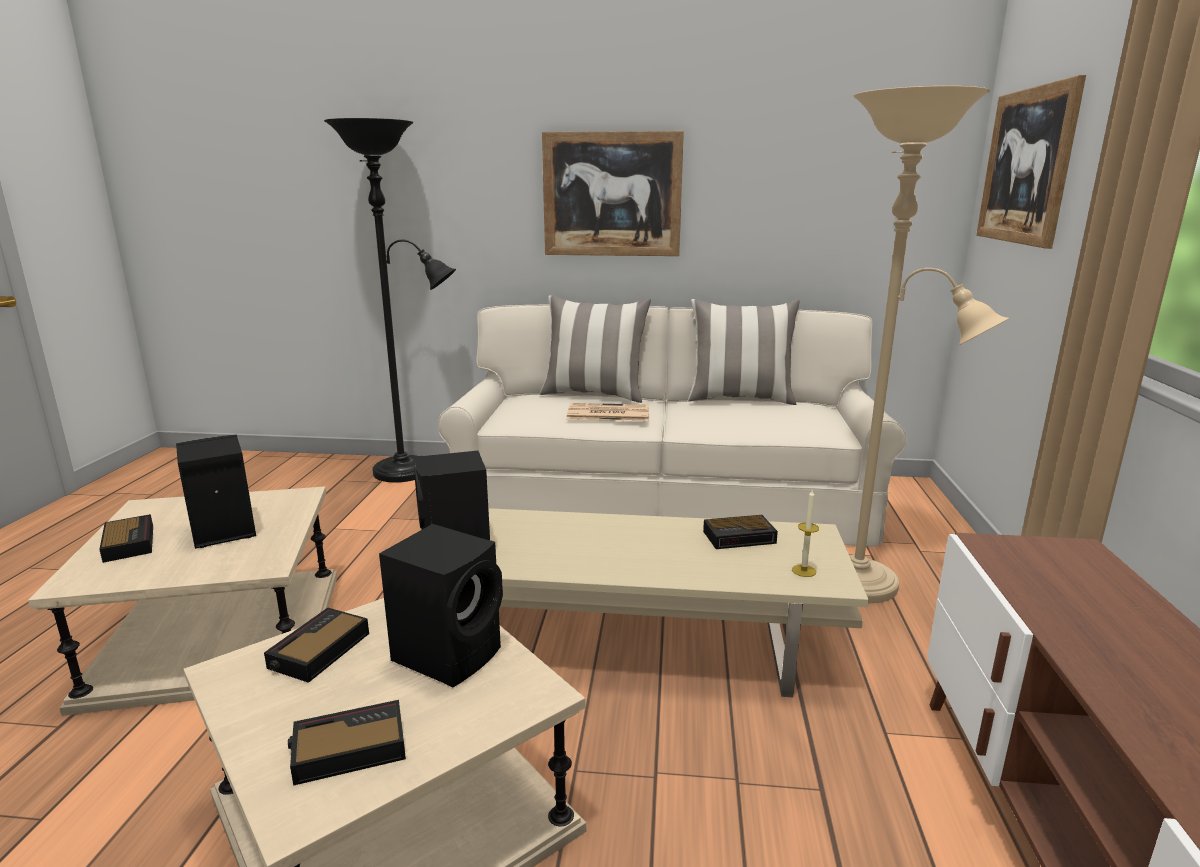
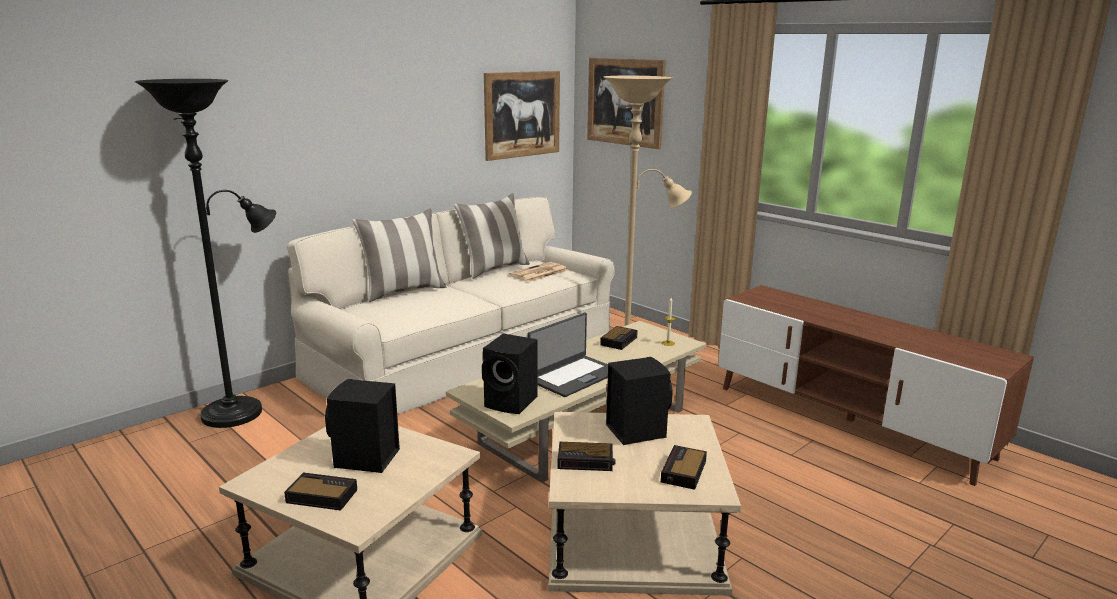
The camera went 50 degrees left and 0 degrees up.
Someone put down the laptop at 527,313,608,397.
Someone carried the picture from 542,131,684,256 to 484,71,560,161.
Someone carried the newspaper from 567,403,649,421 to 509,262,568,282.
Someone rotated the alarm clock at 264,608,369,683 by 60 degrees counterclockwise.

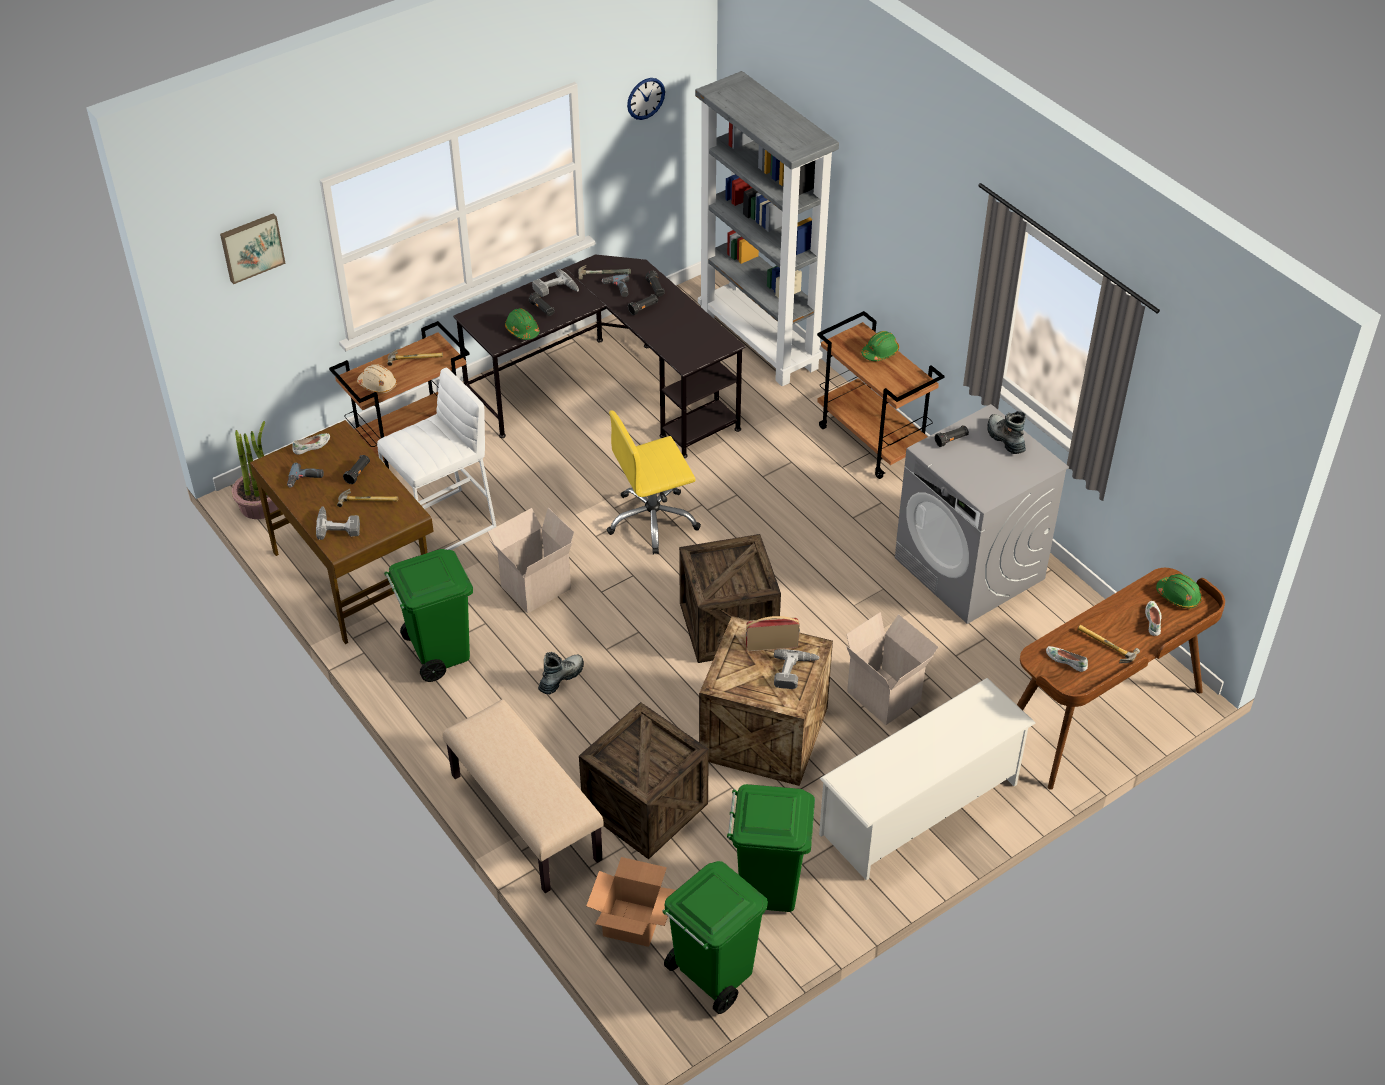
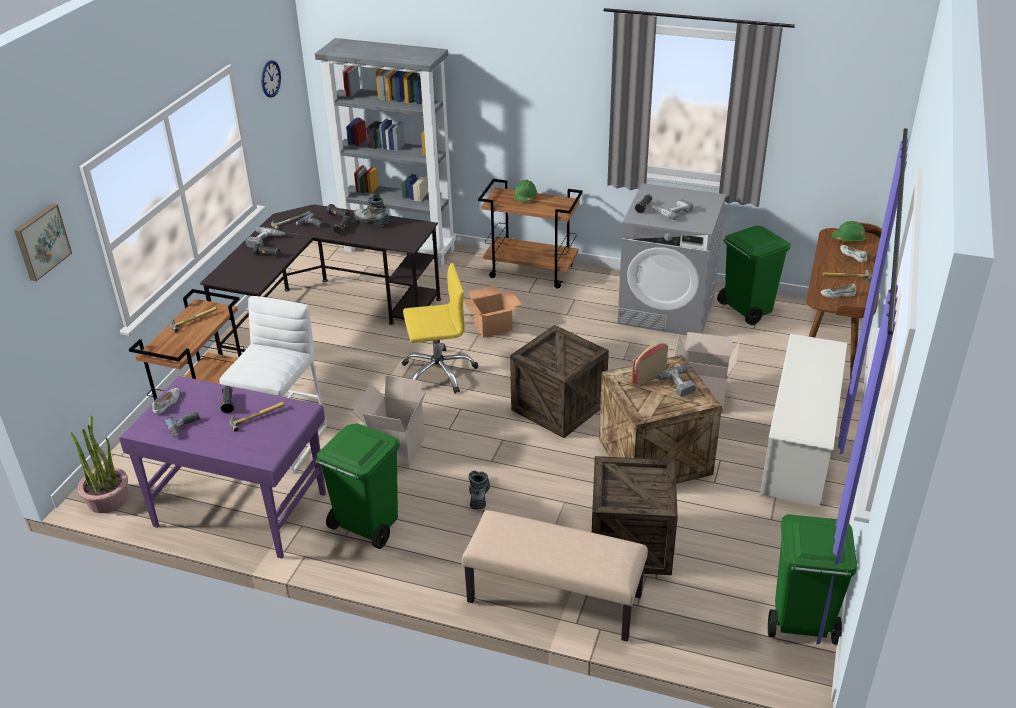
The camera went 35 degrees left and 10 degrees down.
Someone took away the hard hat (beige) at 357,364,397,393.
Someone took away the hard hat (green) at 505,308,540,340.
Someone carried the power drill from 316,507,360,540 to 652,199,693,220.
Someone carried the cardboard box from 586,857,676,947 to 463,285,522,338.
Someone carried the trash can (green) from 727,784,815,912 to 717,226,791,325.
Someone carried the boot from 987,411,1026,454 to 354,194,390,225.
Someone repainted the desk (brown) at 250,420,434,644, which became the desk (purple) at 119,376,326,559.
Someone rotated the office chair (yellow) at 607,410,701,554 by 135 degrees counterclockwise.

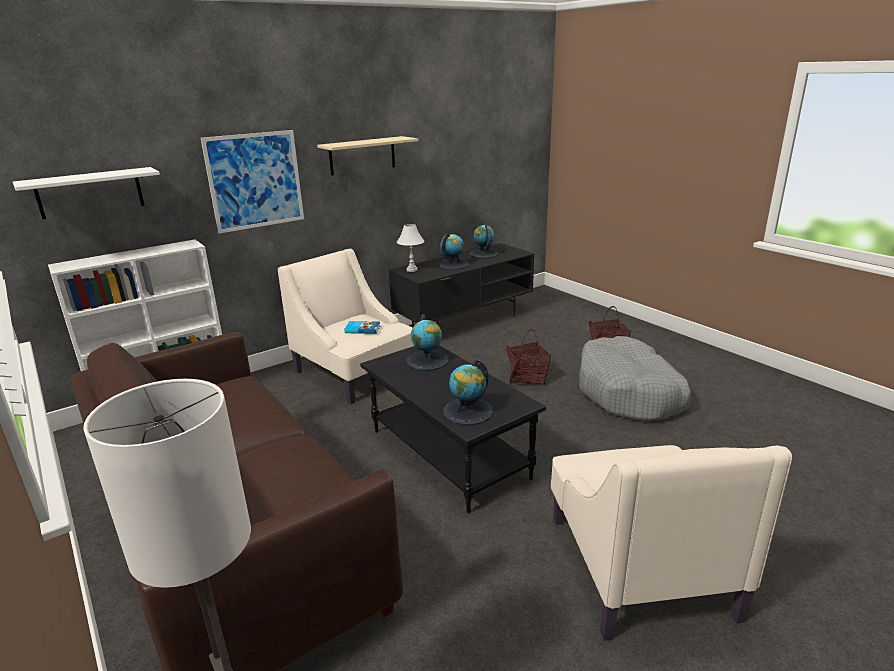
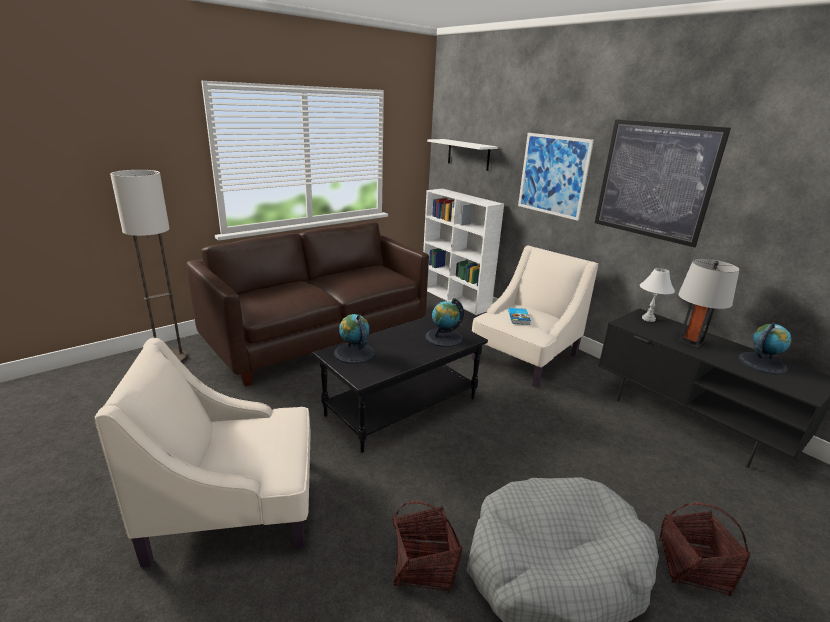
The camera went 85 degrees right and 0 degrees up.
Someone carried the basket from 506,329,551,385 to 392,501,463,593.
Someone swapped the shelf (beige) at 317,136,418,176 for the picture at 595,119,731,248.
Someone swapped the globe at 438,233,468,270 for the table lamp (grey) at 678,259,739,347.

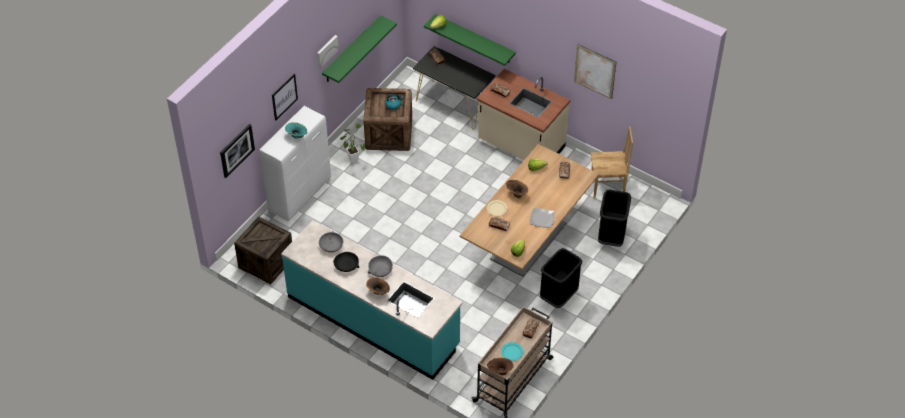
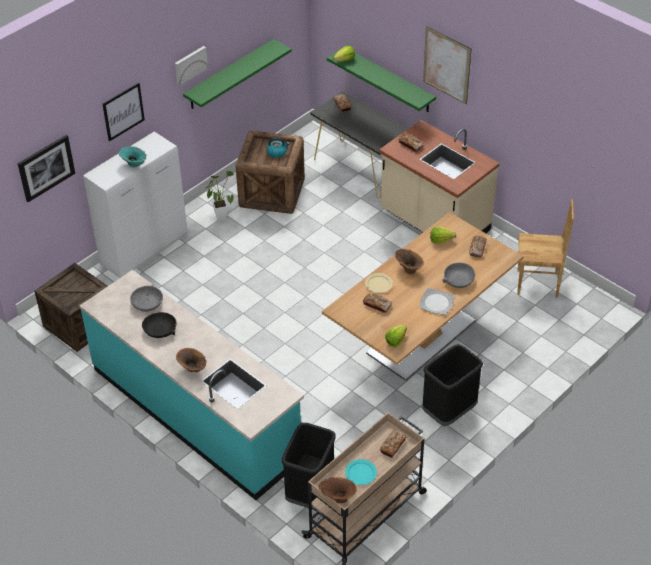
The camera went 10 degrees right and 5 degrees down.
Someone carried the bowl (grey) from 368,255,393,277 to 442,263,475,288.
Someone carried the picture from 574,44,616,99 to 423,26,471,104.
Someone carried the trash can (black) from 598,190,631,247 to 282,423,336,508.

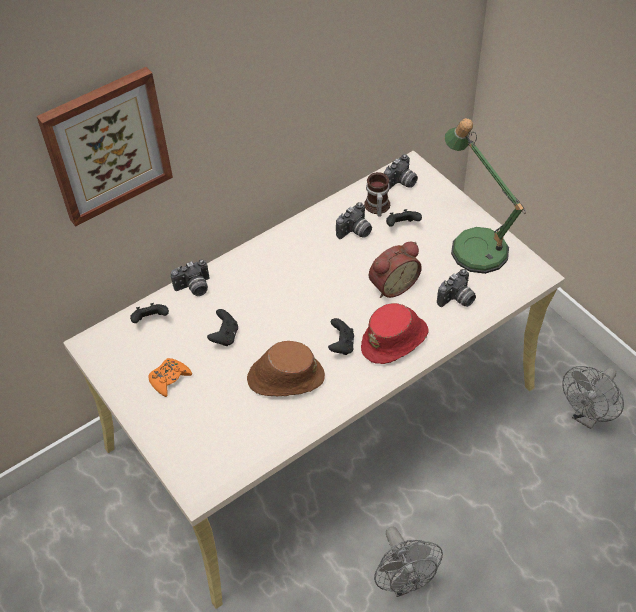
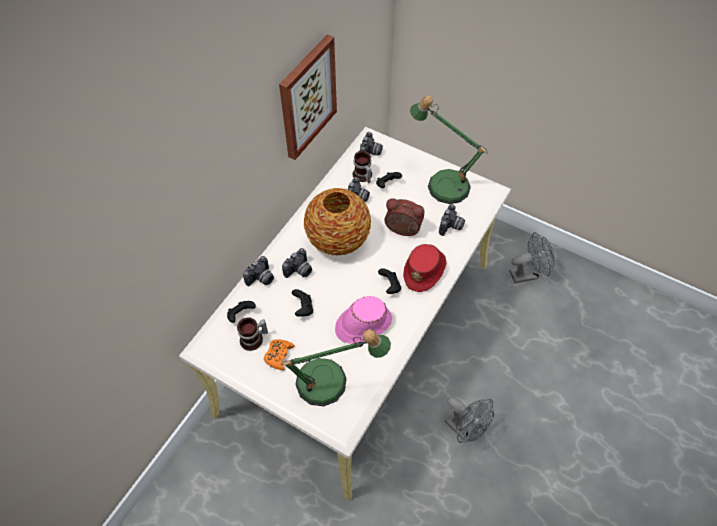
The camera went 25 degrees left and 5 degrees up.
Someone put down the mug at 237,317,268,351.
Someone put down the table lamp at 281,329,391,406.
Someone put down the photo camera at 282,248,312,278.
Someone put down the vase at 304,188,371,255.
Someone carried the picture from 37,67,173,227 to 279,35,337,160.
Someone repainted the hat (brown) at 247,341,325,396, which became the hat (pink) at 335,296,392,344.
Someone rotated the alarm clock at 369,242,422,298 by 105 degrees counterclockwise.
Someone rotated the fan (grey) at 562,366,624,429 by 120 degrees counterclockwise.

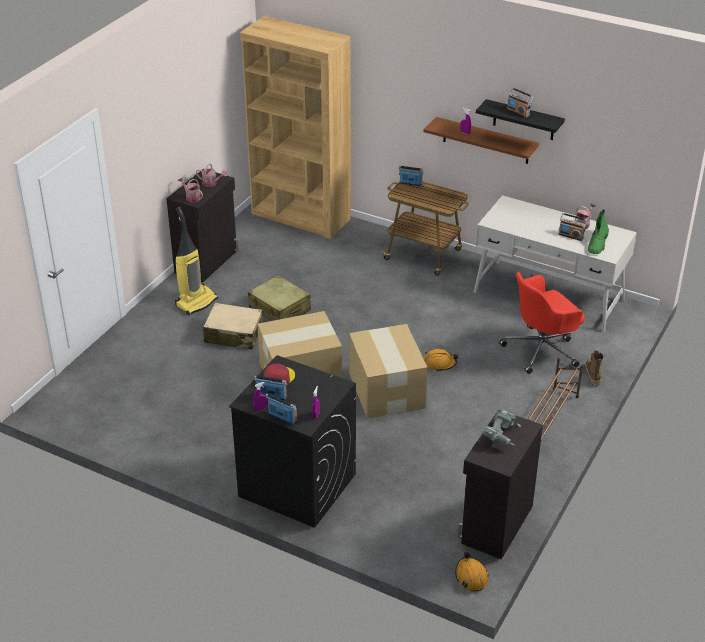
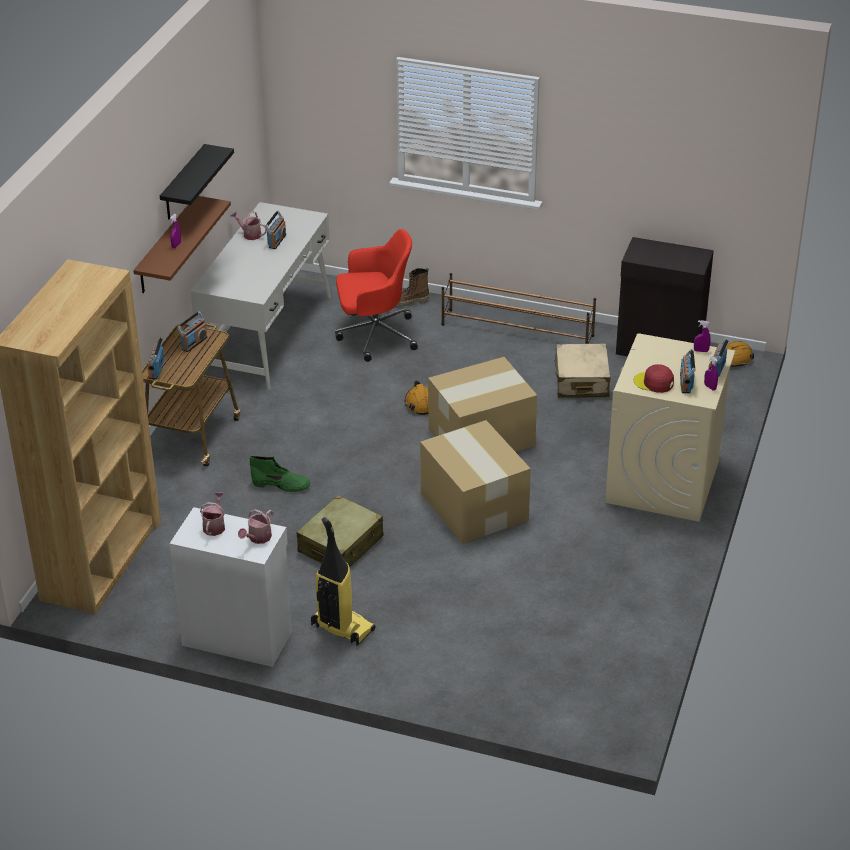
The camera went 100 degrees left and 0 degrees up.
Someone took away the power drill at 483,409,521,445.
Someone carried the suitcase (beige) from 203,303,263,350 to 554,343,610,398.
Someone carried the radio from 507,88,533,118 to 177,311,207,352.
Someone carried the boot (green) from 588,209,609,254 to 250,456,310,492.
Someone repainted the cabinet (black) at 166,169,239,283, which became the cabinet (white) at 170,507,292,667.
Someone repainted the washing machine (black) at 229,355,356,528, which became the washing machine (beige) at 605,333,735,522.
Someone rotated the office chair (red) at 499,272,585,374 by 60 degrees counterclockwise.

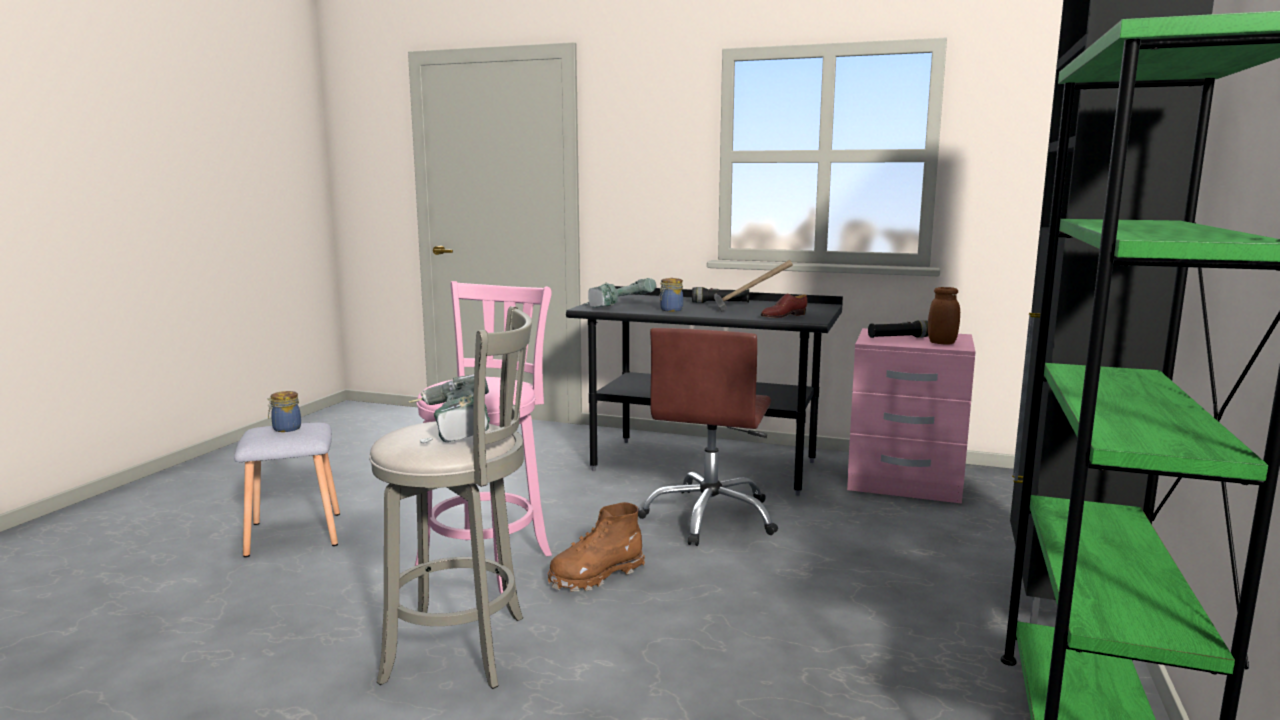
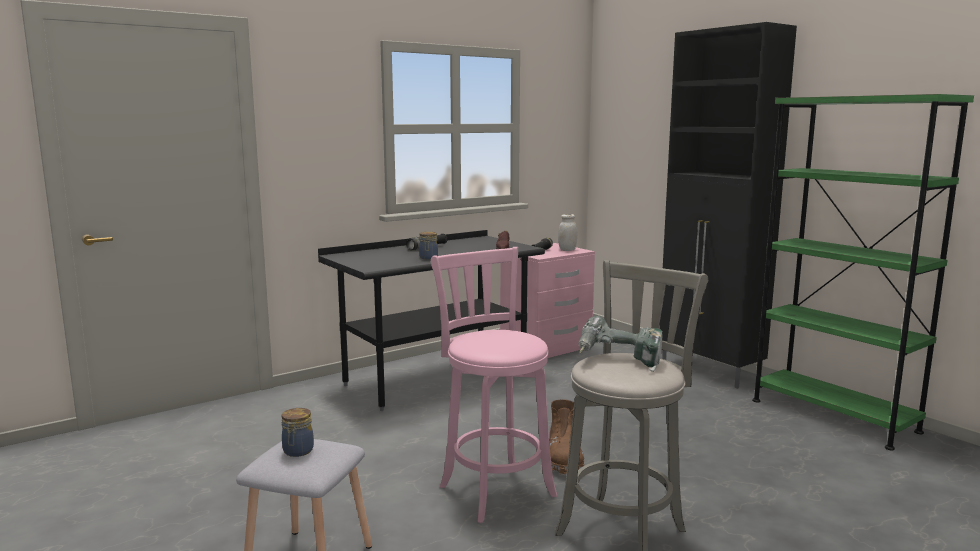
The camera went 55 degrees left and 0 degrees up.
Someone took away the power drill at 585,278,657,308.
Someone took away the office chair (brown) at 638,328,778,546.
Someone took away the hammer at 714,260,793,311.
Someone repainted the jar (brown) at 928,287,960,344, which became the jar (white) at 558,214,577,251.

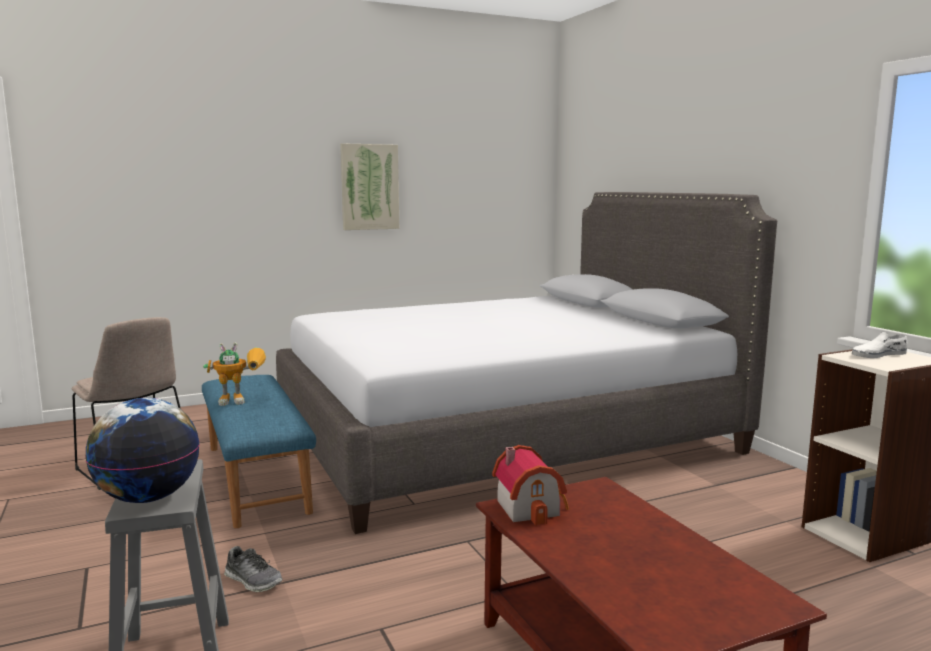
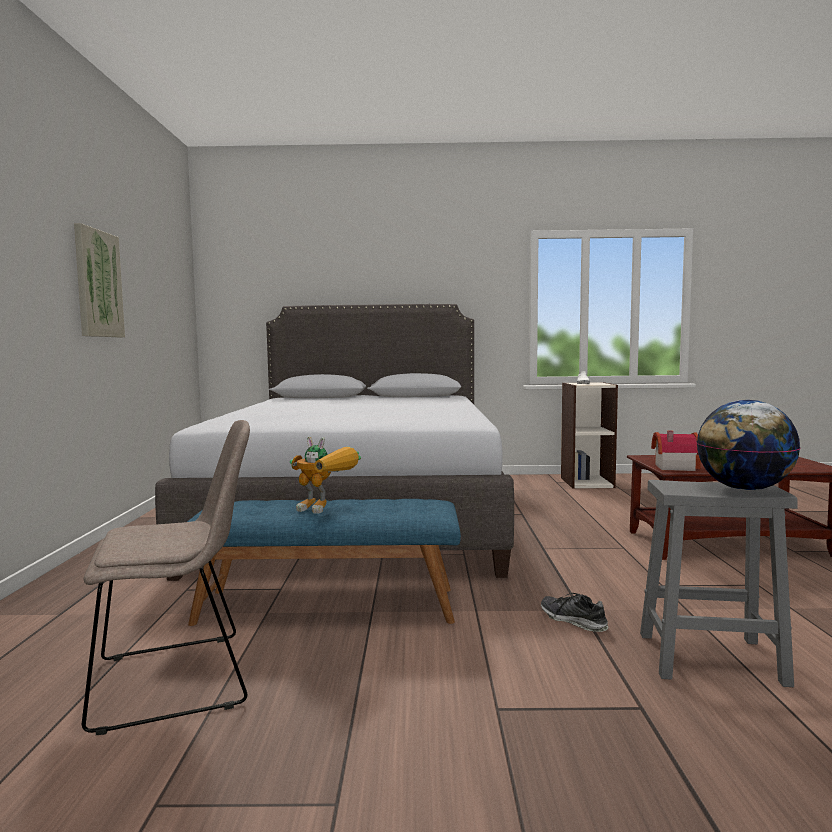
The camera went 65 degrees left and 5 degrees down.
Someone rotated the toy robot at 203,343,266,406 by 105 degrees clockwise.
Someone rotated the shoe at 224,546,283,592 by 105 degrees counterclockwise.

